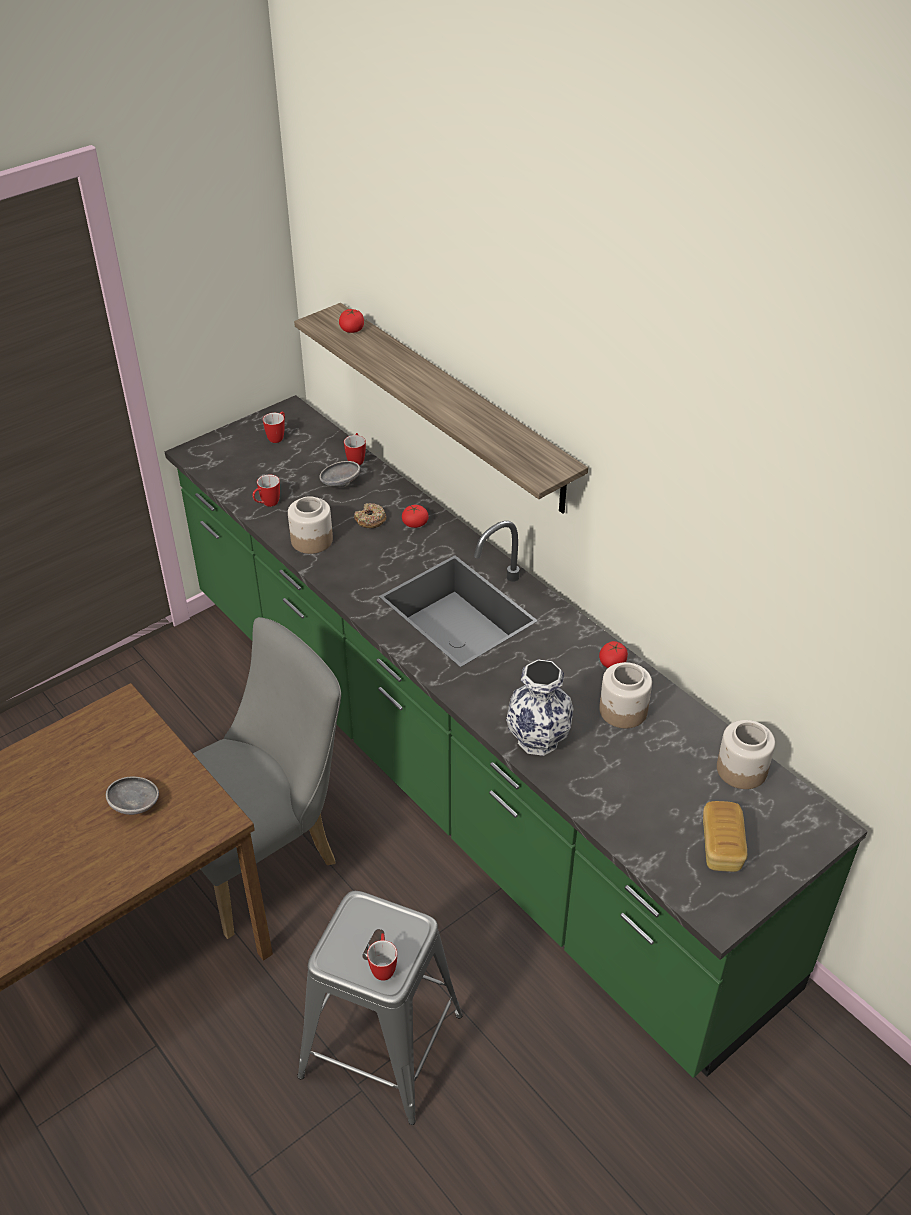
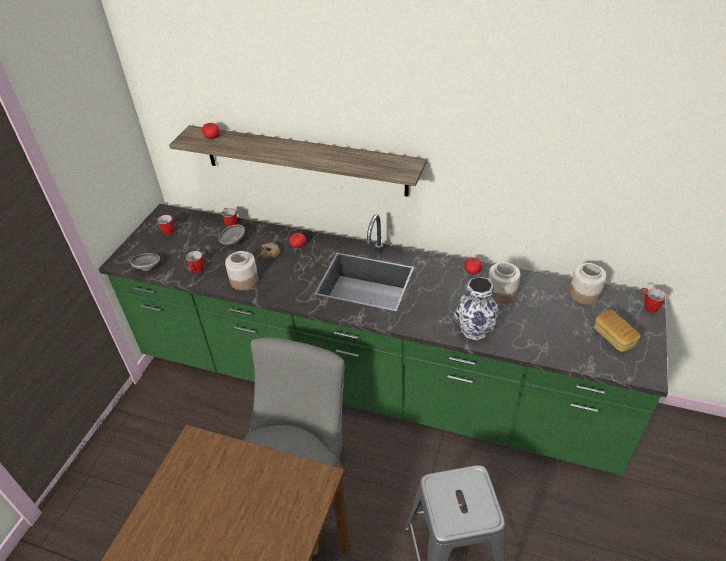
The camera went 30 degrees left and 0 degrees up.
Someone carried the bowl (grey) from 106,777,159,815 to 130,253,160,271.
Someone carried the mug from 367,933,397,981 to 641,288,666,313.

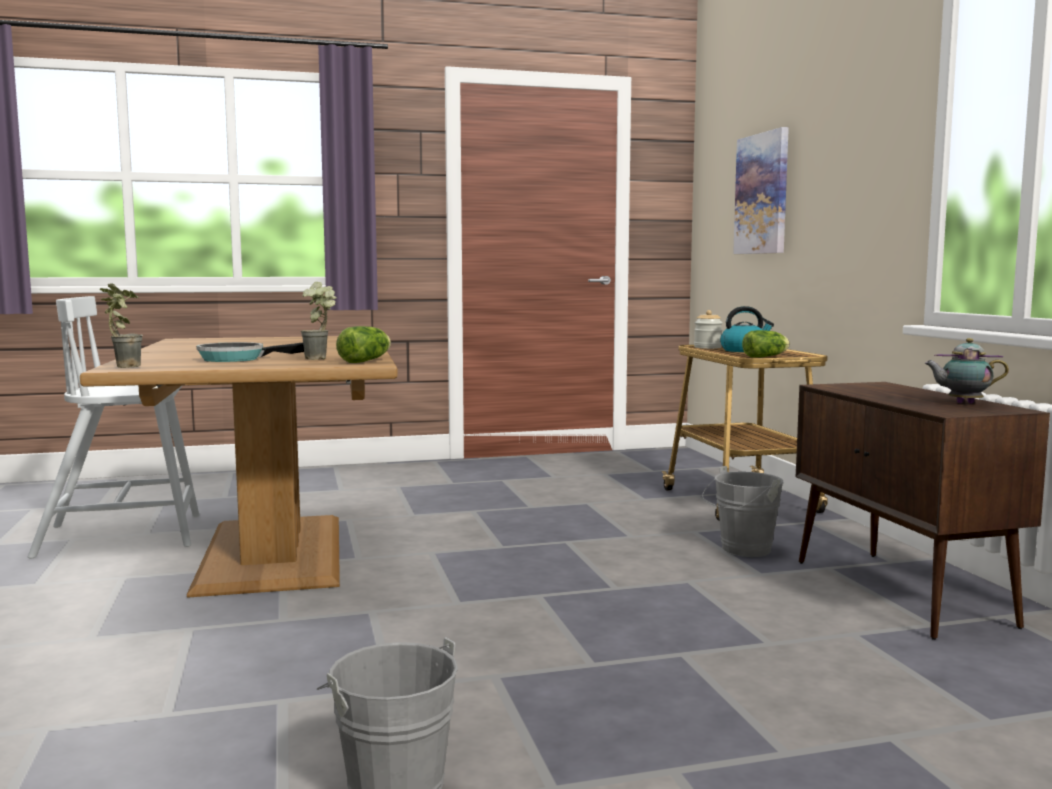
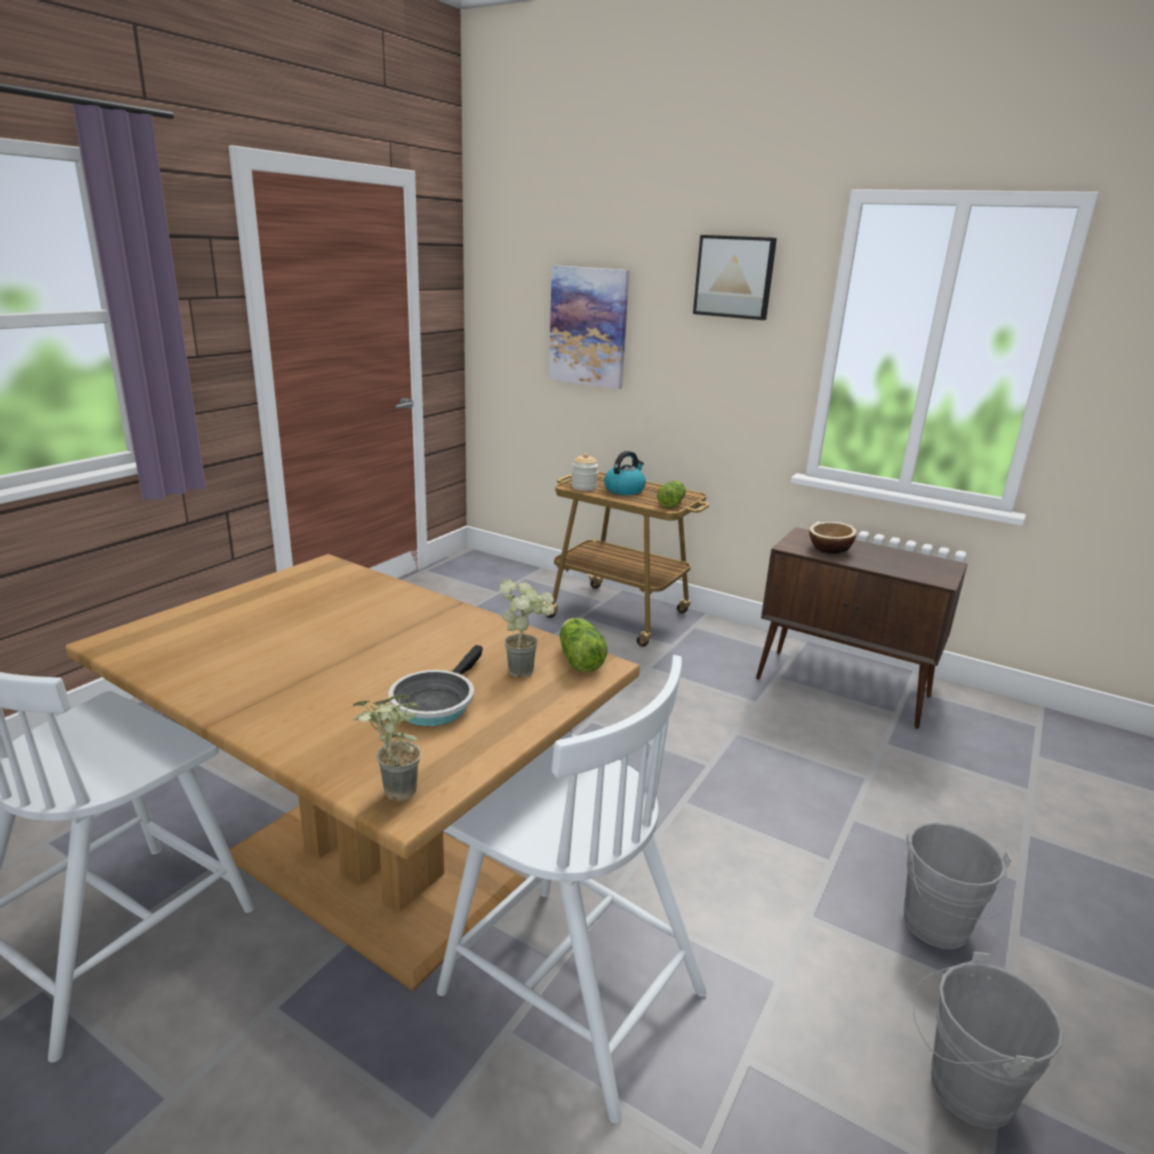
The camera went 45 degrees left and 15 degrees up.
Someone took away the teapot at 924,338,1009,404.
Someone put down the chair (white) at 437,655,707,1124.
Someone put up the picture at 693,235,777,320.
Someone put down the bowl at 809,522,857,554.
Someone carried the bucket (grey) from 702,466,784,557 to 903,822,1011,949.

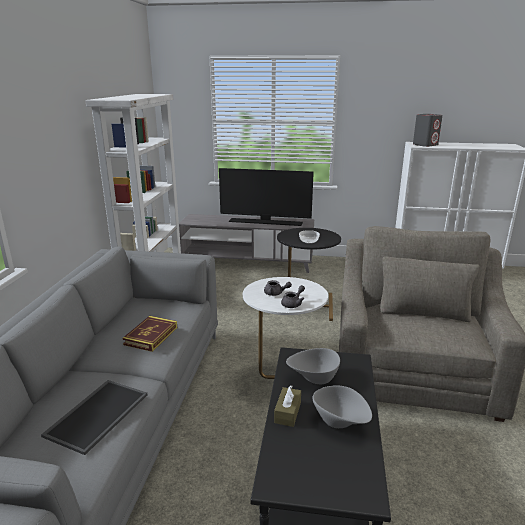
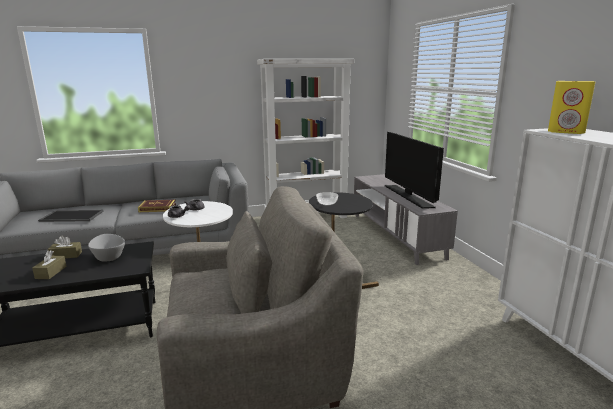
The camera went 65 degrees right and 5 degrees down.
Someone swapped the bowl (grey) at 312,385,372,428 for the tissue box (brown) at 32,250,66,279.
Someone repainted the speaker (grey) at 413,114,443,147, which became the speaker (yellow) at 548,81,595,134.

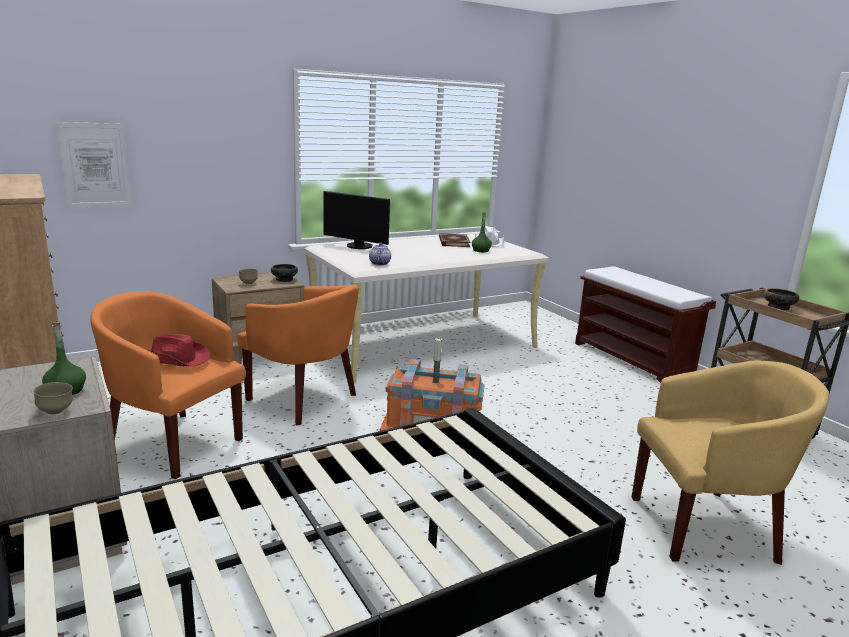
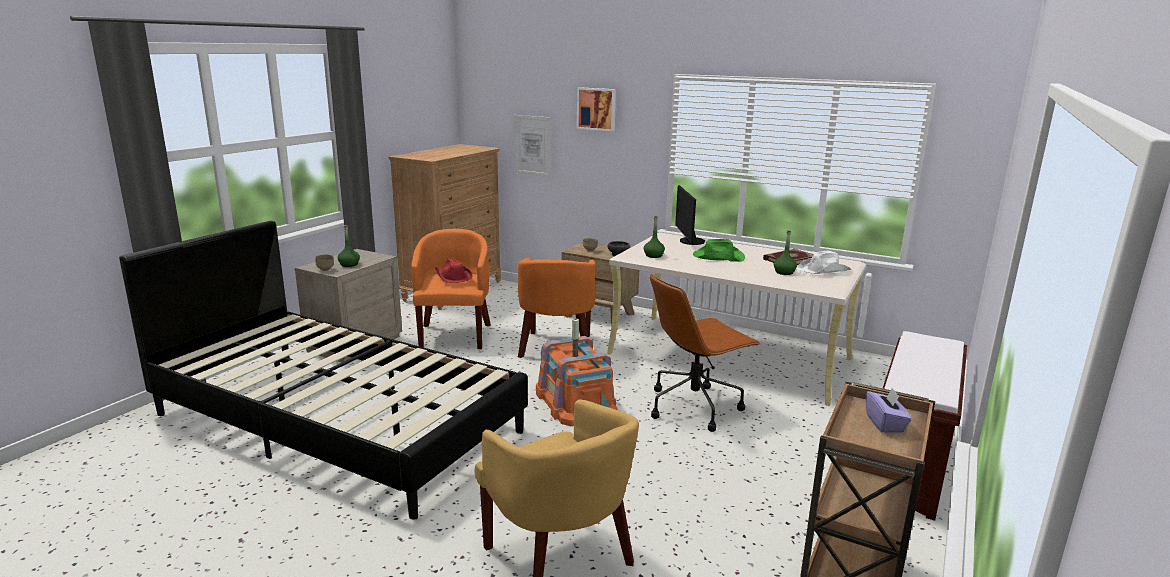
The camera went 60 degrees right and 0 degrees up.
Someone put up the picture at 577,87,616,131.
Someone put down the office chair (brown) at 650,274,761,432.
Someone put down the hat (green) at 693,239,745,262.
Someone swapped the teapot at 369,243,391,266 for the bottle (green) at 644,216,665,258.
Someone swapped the bowl at 764,288,799,310 for the tissue box (purple) at 866,387,912,433.

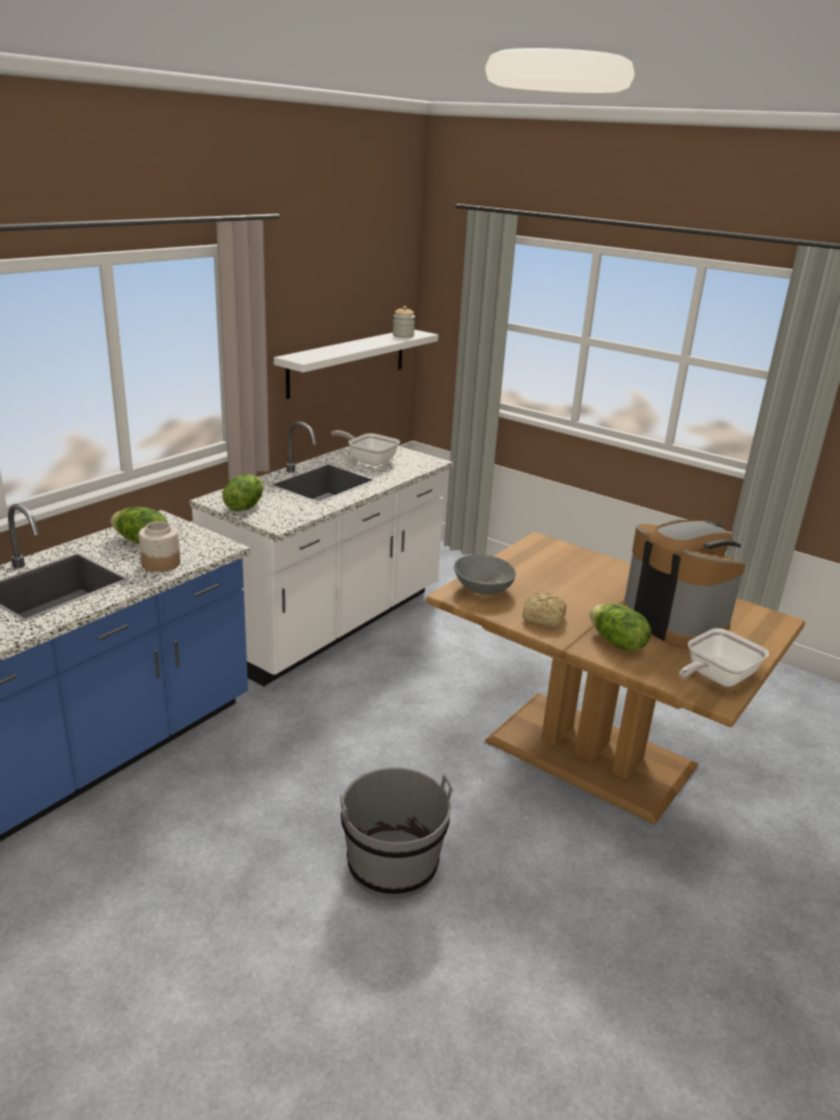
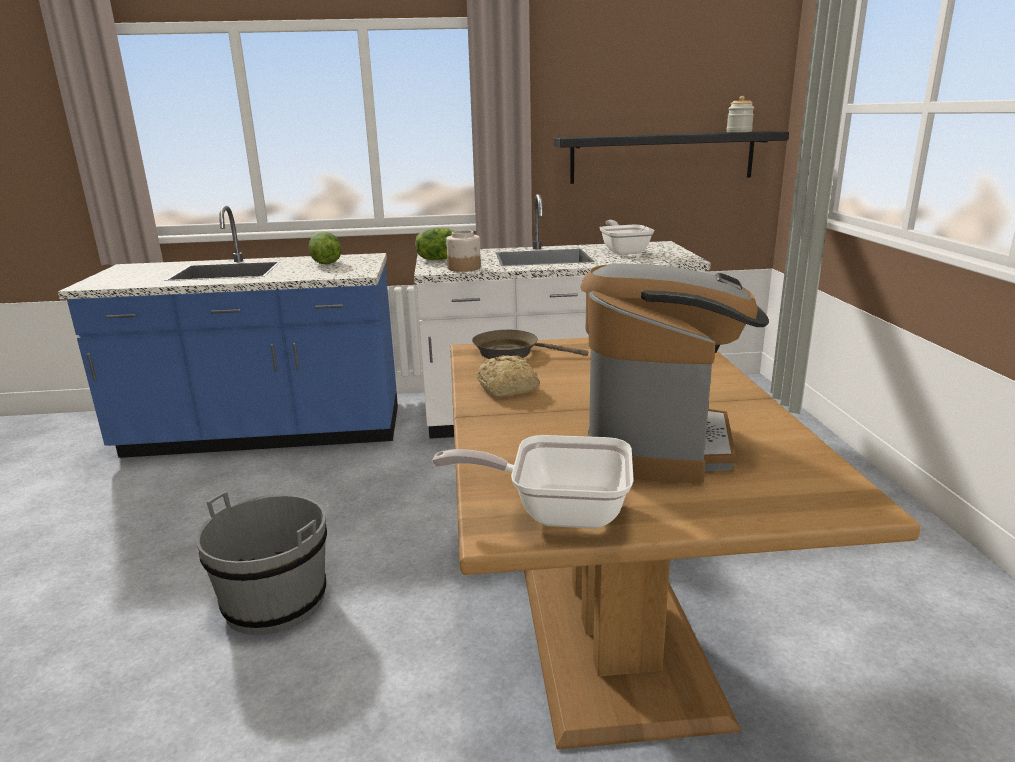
The camera went 50 degrees right and 5 degrees down.
Someone took away the lettuce at 589,604,651,652.
Someone carried the jar from 139,522,181,572 to 446,230,481,272.
Someone swapped the bowl (grey) at 454,554,516,595 for the frying pan (brown) at 472,330,588,359.
Someone repainted the shelf (white) at 274,330,438,399, which became the shelf (black) at 554,131,789,184.

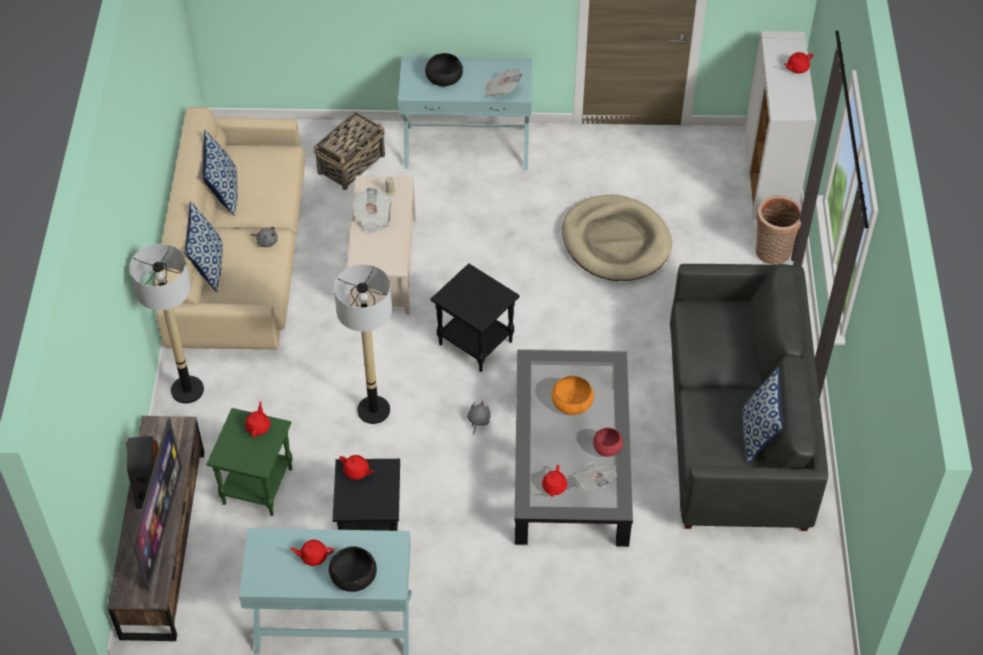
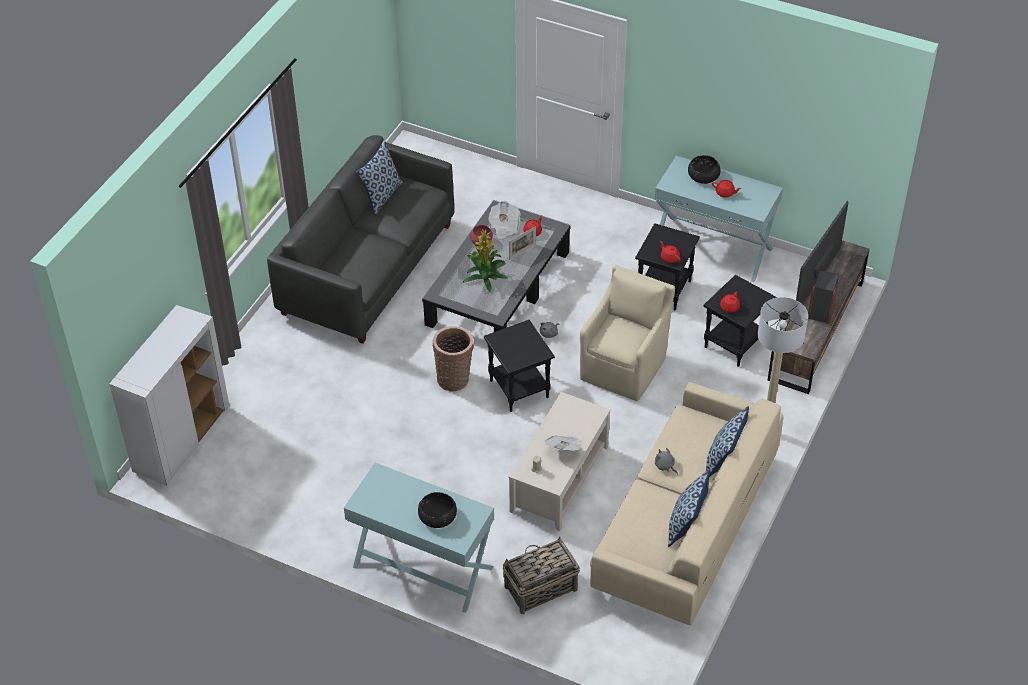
The camera went 155 degrees left and 5 degrees down.
Someone took away the newspaper at 484,68,523,97.
Someone took away the dog bed (beige) at 562,195,672,281.
Someone took away the teapot (red) at 784,52,813,74.
Someone put down the picture frame at 509,226,536,260.
Someone carried the basket from 756,195,802,265 to 433,326,474,391.
Someone swapped the floor lamp at 334,264,392,424 for the armchair (beige) at 580,265,675,401.
Someone swapped the bowl (orange) at 552,376,594,415 for the potted plant at 463,229,507,292.
Someone repainted the side table (green) at 207,408,292,516, which became the side table (black) at 703,275,776,367.

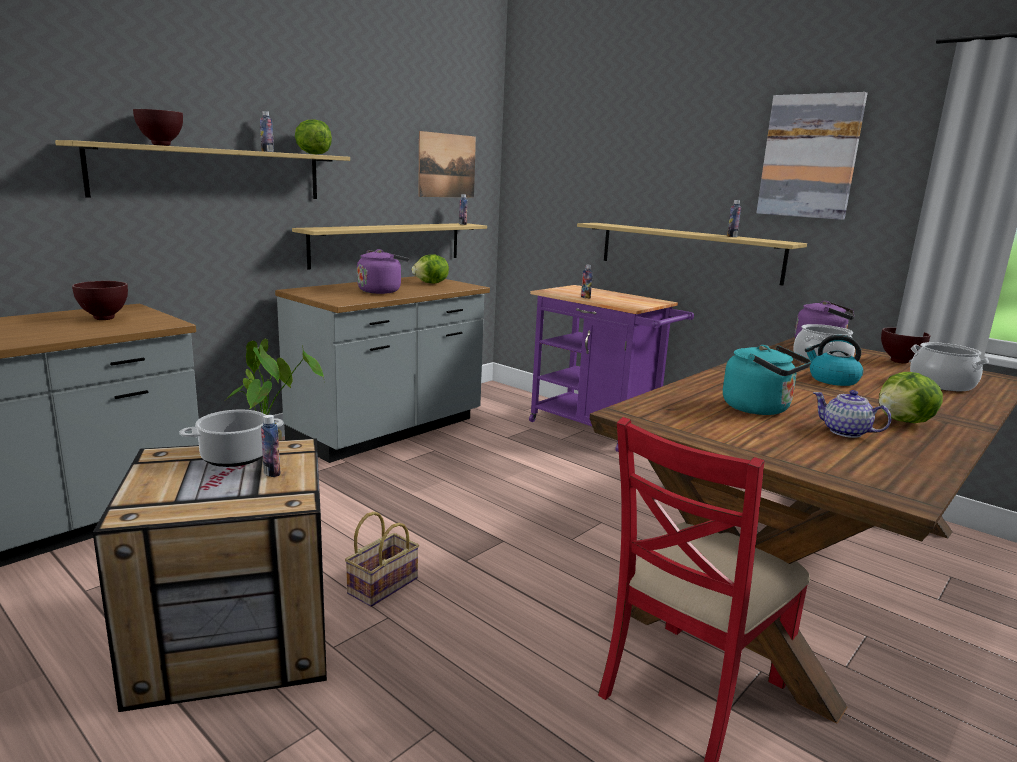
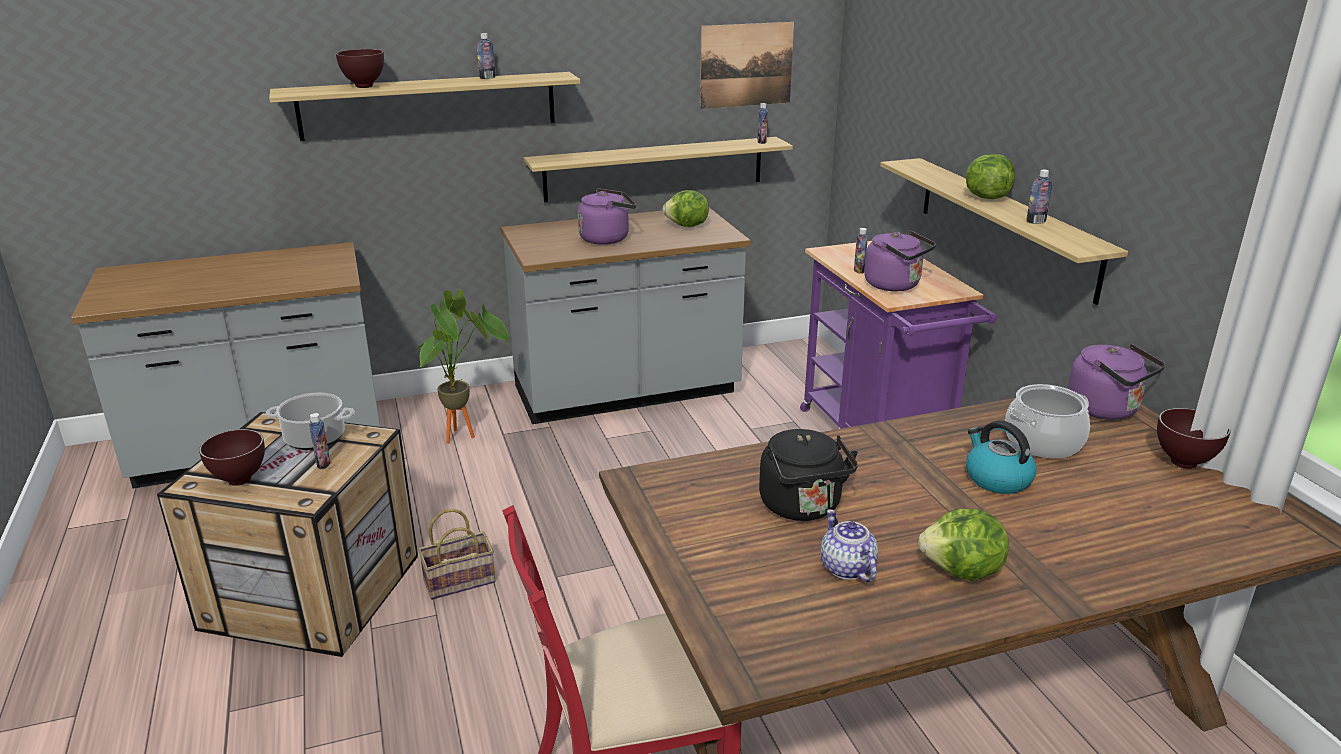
The camera went 30 degrees right and 10 degrees up.
Someone took away the picture at 756,92,867,220.
Someone took away the cooking pot at 910,342,989,391.
Someone put down the kettle (purple) at 864,230,936,291.
Someone carried the bowl (brown) from 72,281,128,320 to 199,429,265,486.
Someone carried the lettuce from 295,119,332,155 to 966,154,1015,199.
Someone repainted the kettle (turquoise) at 723,345,812,415, which became the kettle (black) at 759,429,858,521.

